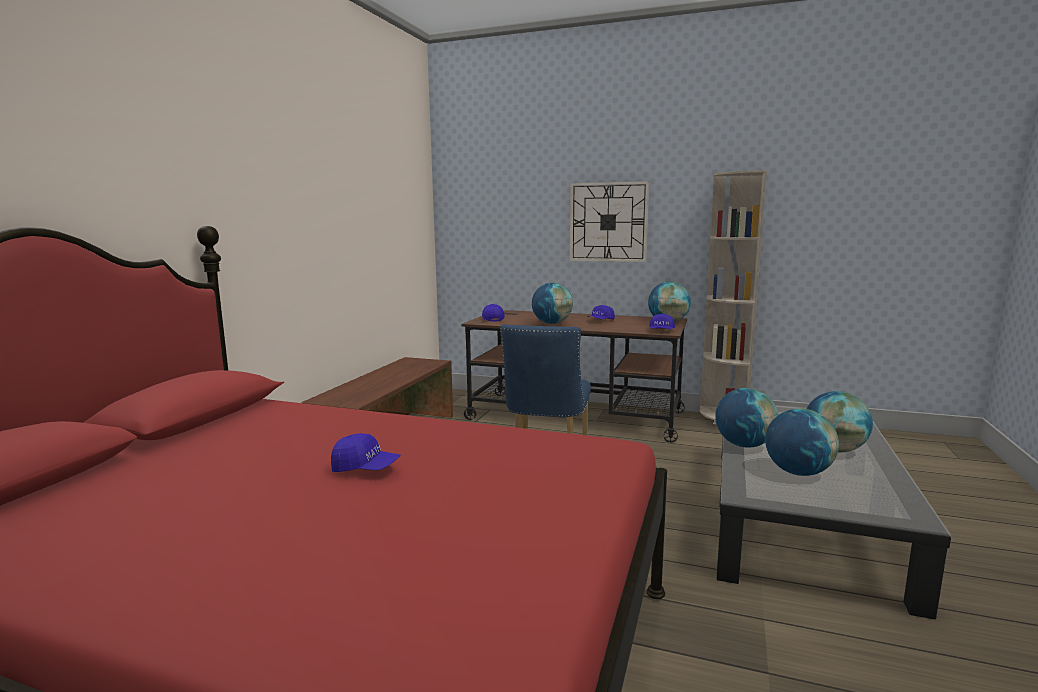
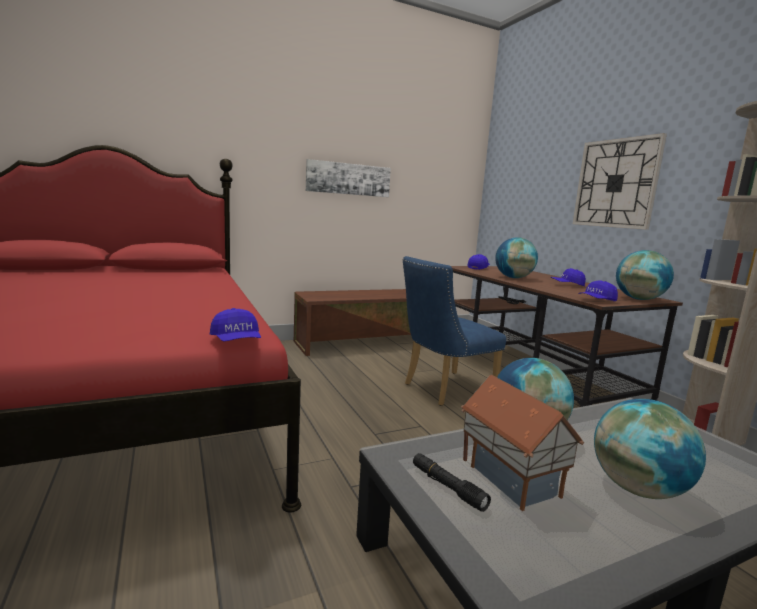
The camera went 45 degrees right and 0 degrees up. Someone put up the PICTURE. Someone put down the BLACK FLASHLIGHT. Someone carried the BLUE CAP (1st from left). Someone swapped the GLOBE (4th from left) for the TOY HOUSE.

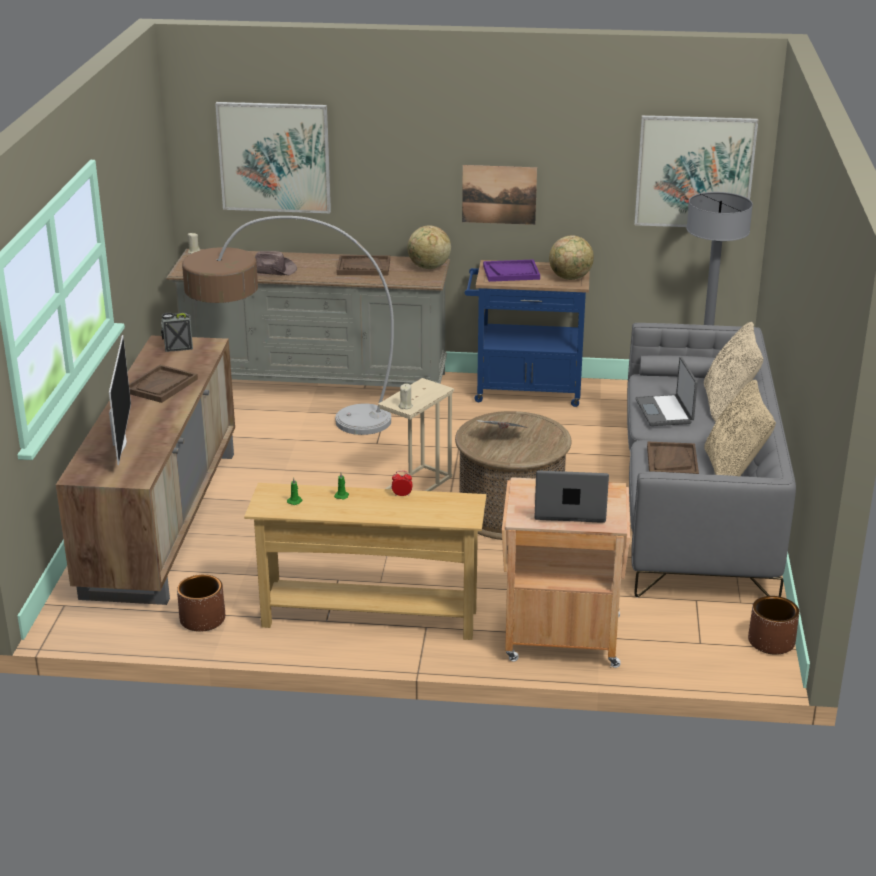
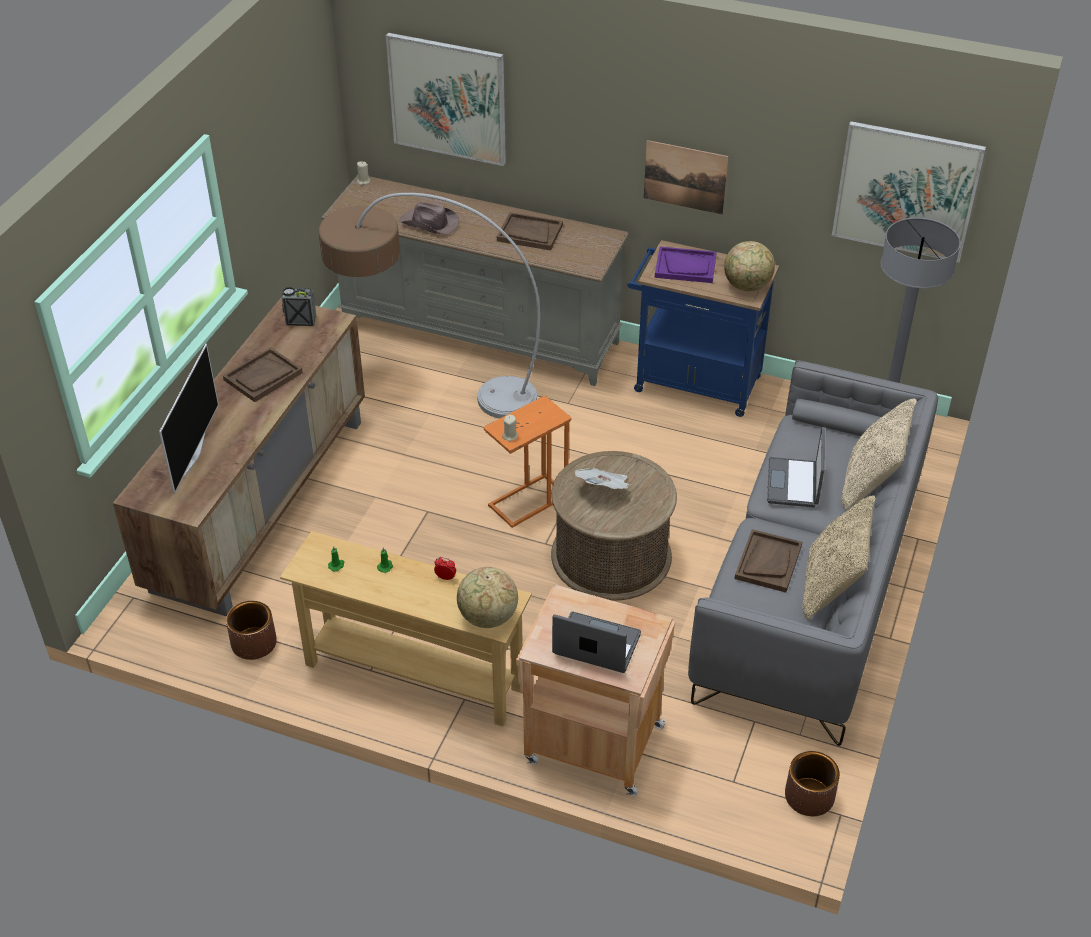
The camera went 15 degrees right and 15 degrees up. Someone carried the GLOBE (1st from left). Someone repainted the BEIGE SIDE TABLE, which became the ORANGE SIDE TABLE.

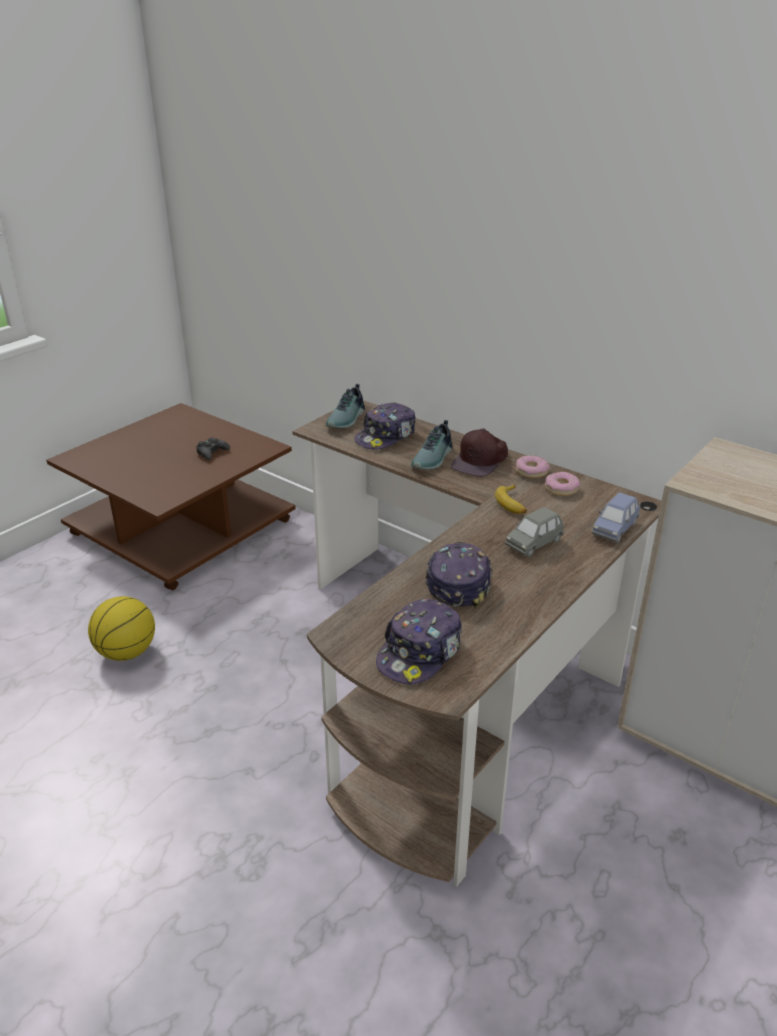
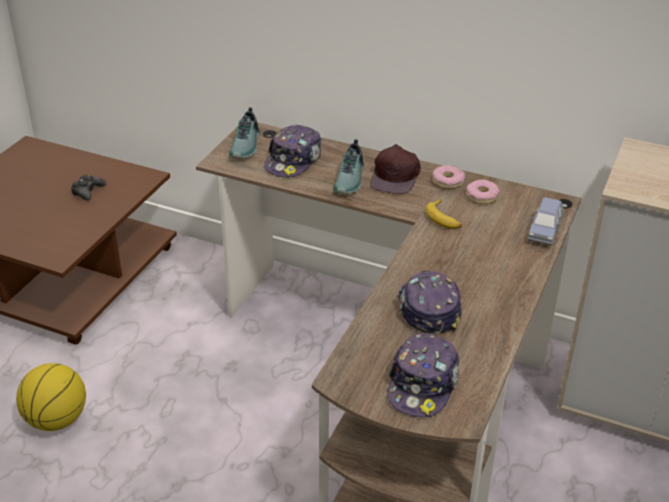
The camera went 15 degrees left and 5 degrees up. Someone took away the GREY TOY CAR.

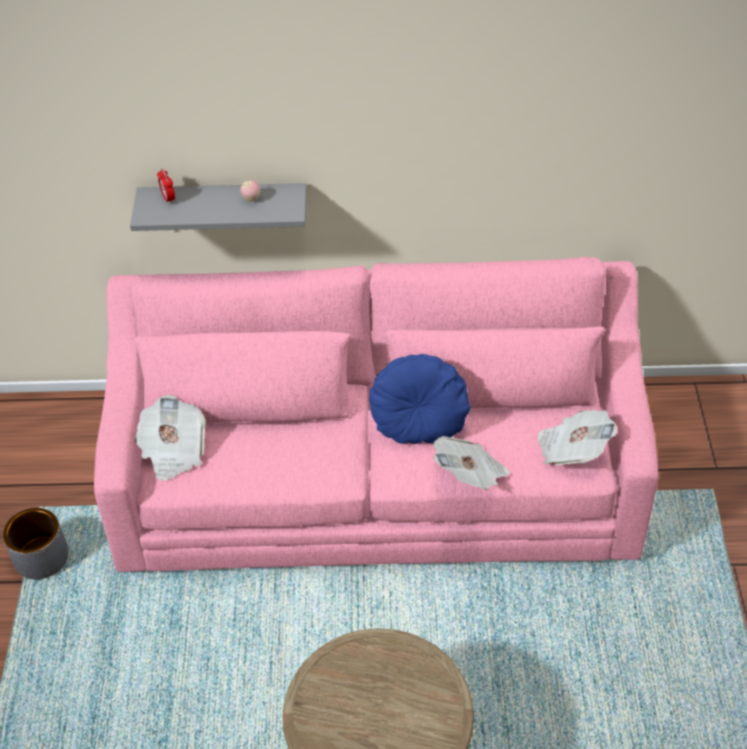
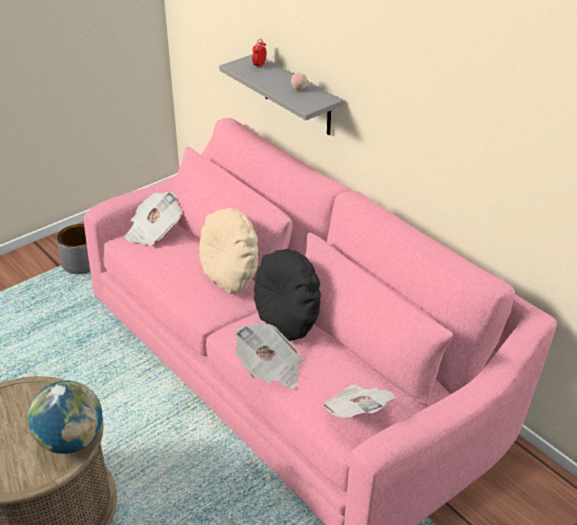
The camera went 50 degrees right and 10 degrees down. Someone put down the GLOBE. Someone put down the BEIGE PILLOW. Someone repainted the BLUE PILLOW, which became the BLACK PILLOW.

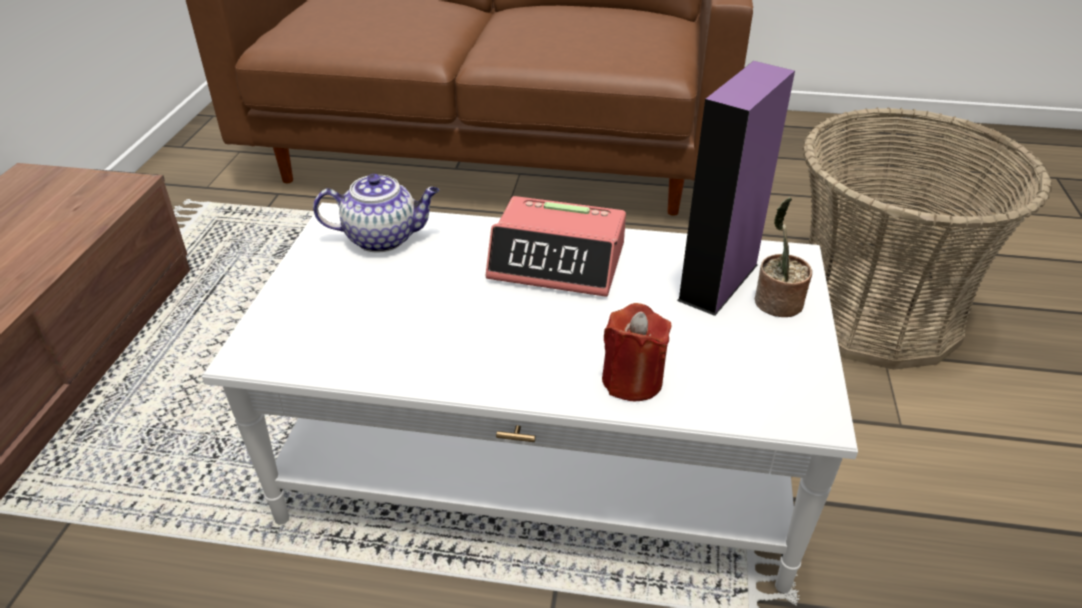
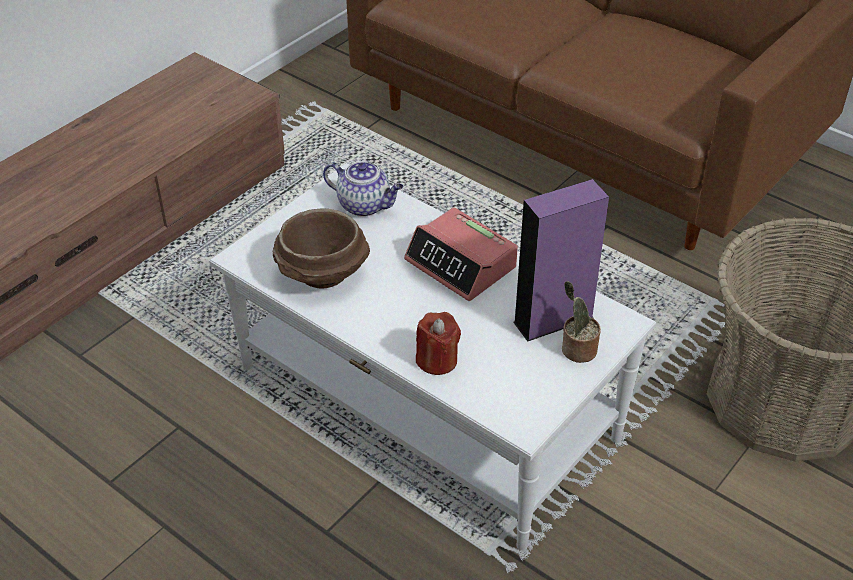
The camera went 30 degrees right and 5 degrees up. Someone put down the BROWN BOWL.

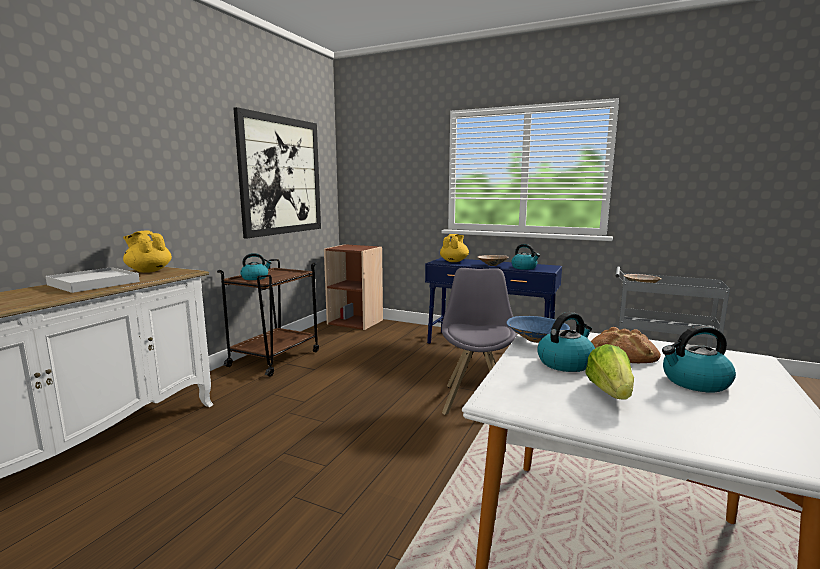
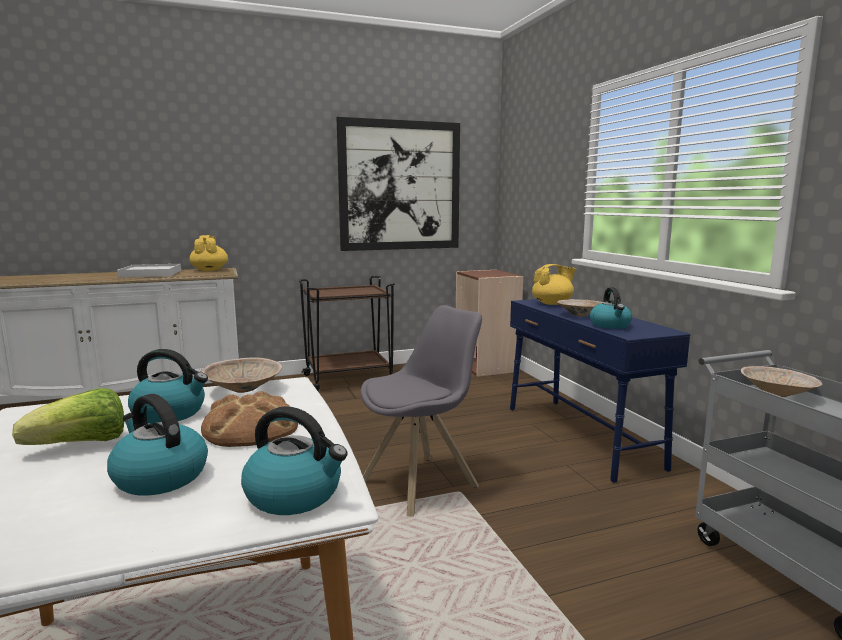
The camera went 45 degrees right and 0 degrees up. Someone carried the KETTLE (1st from left in the first image). Someone repainted the BLUE BOWL, which became the BEIGE BOWL (1st from left).

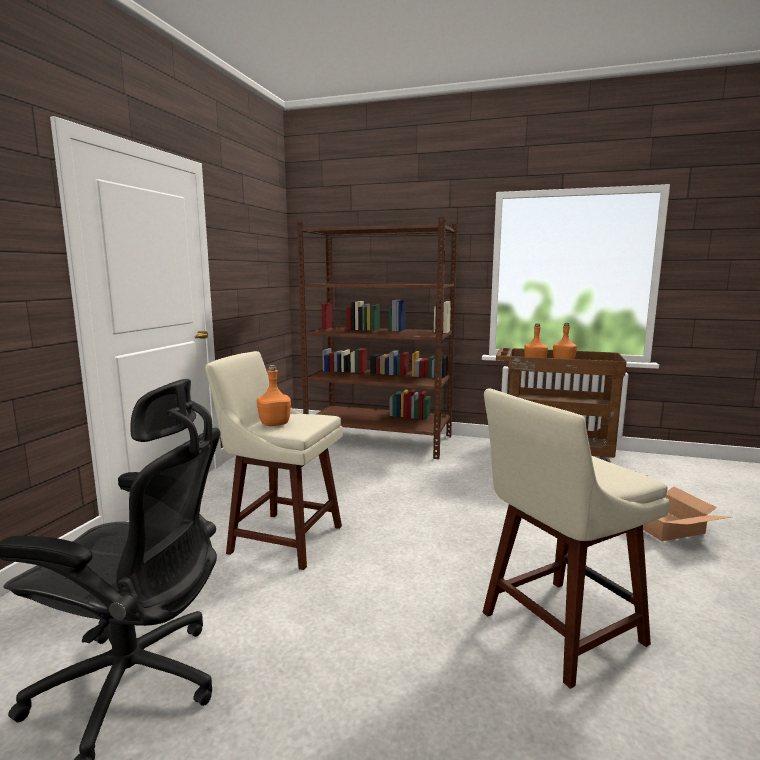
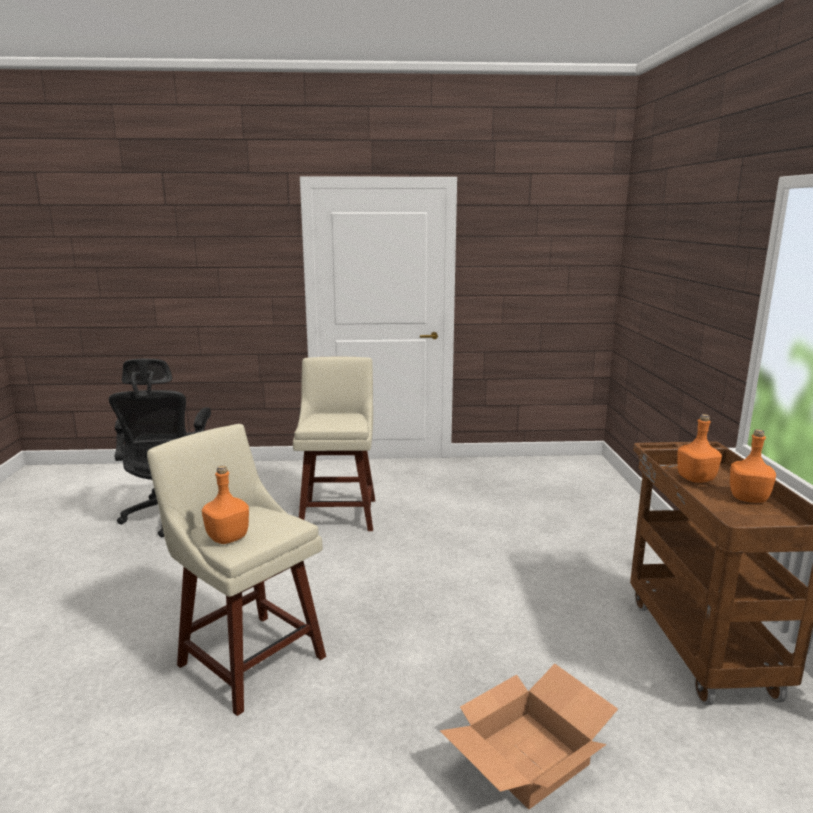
The camera went 70 degrees right and 5 degrees up. Someone took away the BROWN BOOKCASE. Someone carried the ORANGE BOTTLE (1st from left).

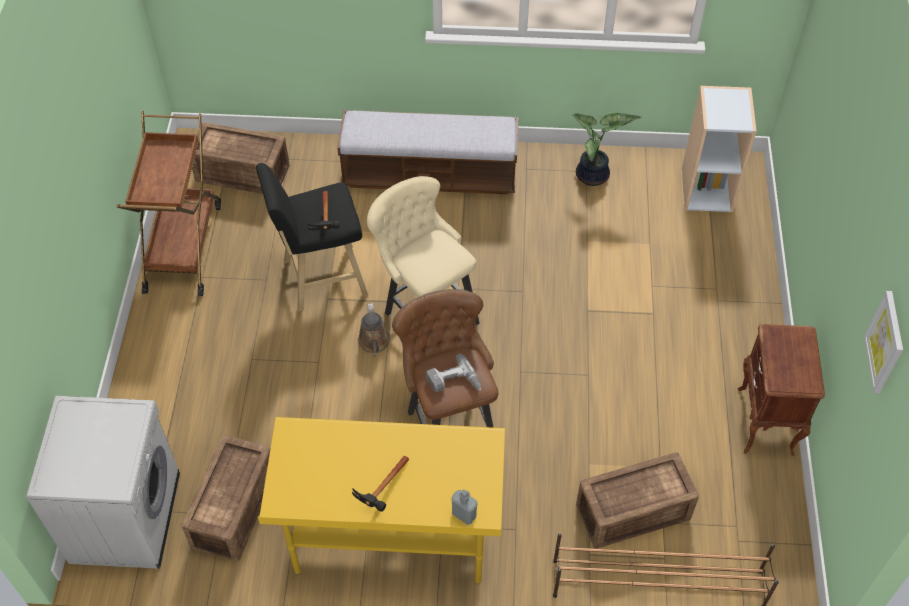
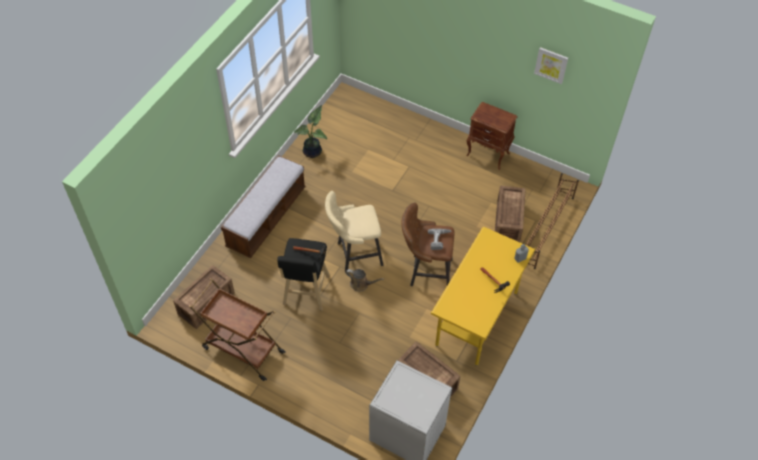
The camera went 65 degrees left and 0 degrees up. Someone took away the BOOKCASE.

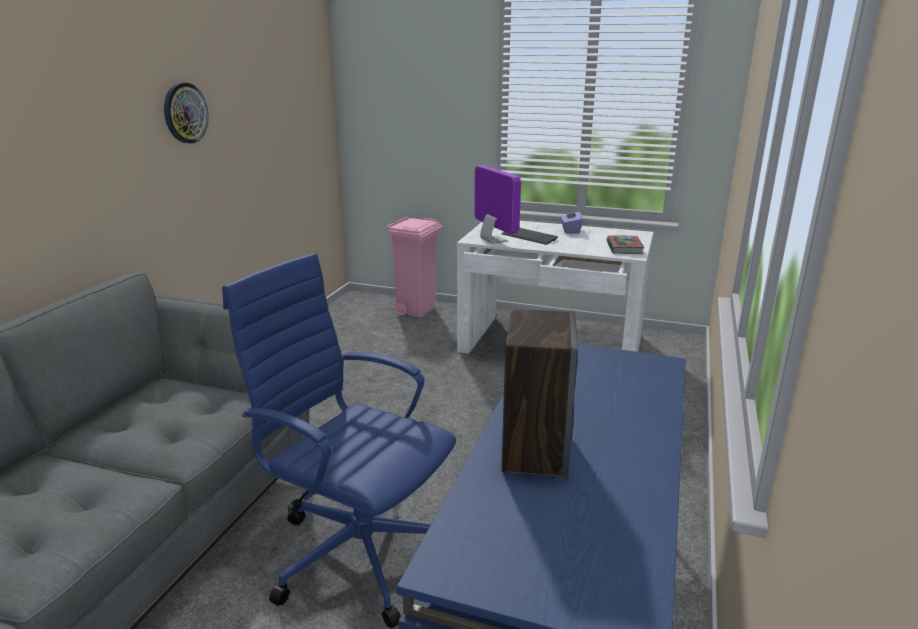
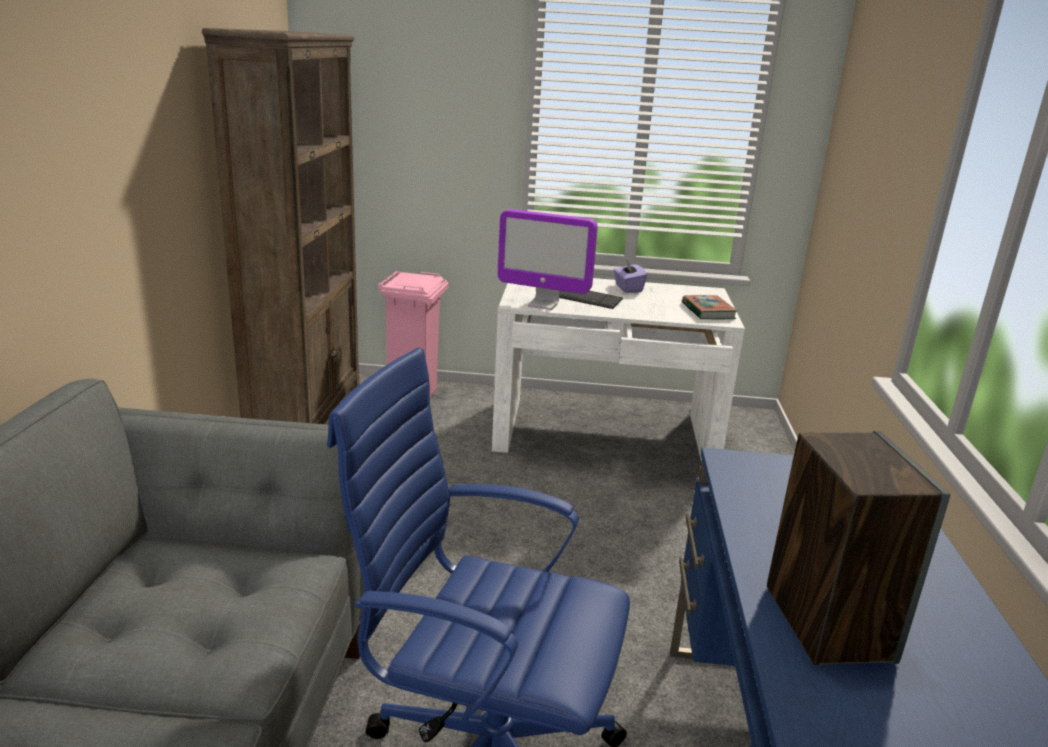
The camera went 15 degrees left and 0 degrees up. Someone took away the WALL CLOCK. Someone put down the BROWN BOOKCASE. Someone rotated the MONITOR by 150 degrees clockwise.

